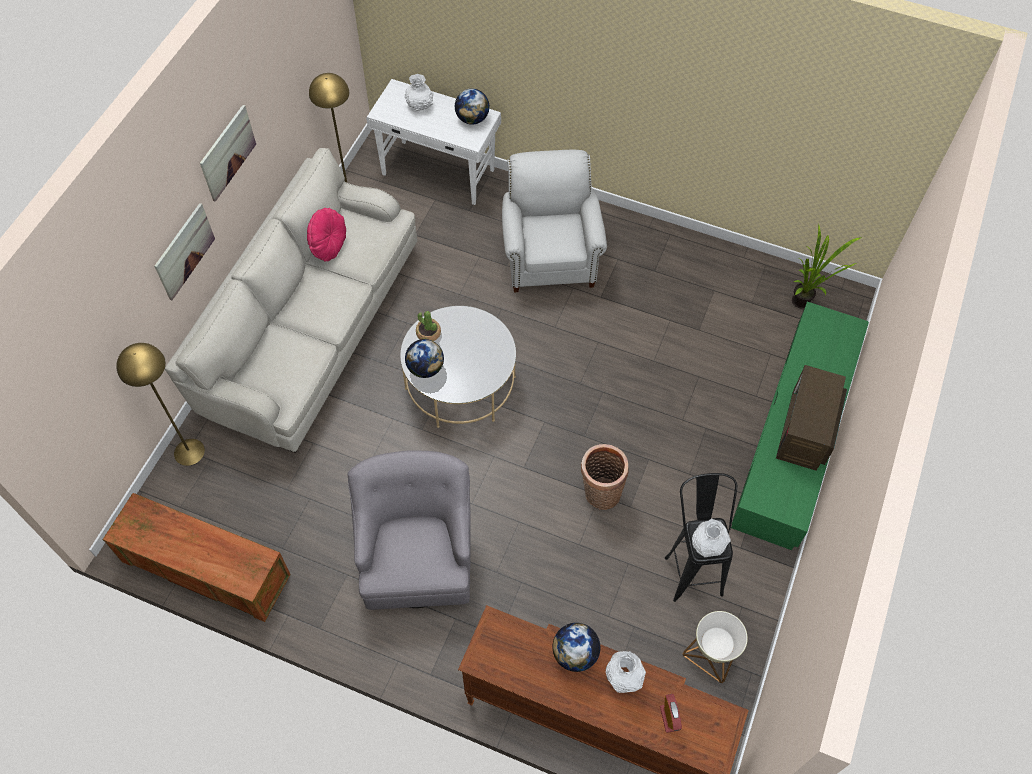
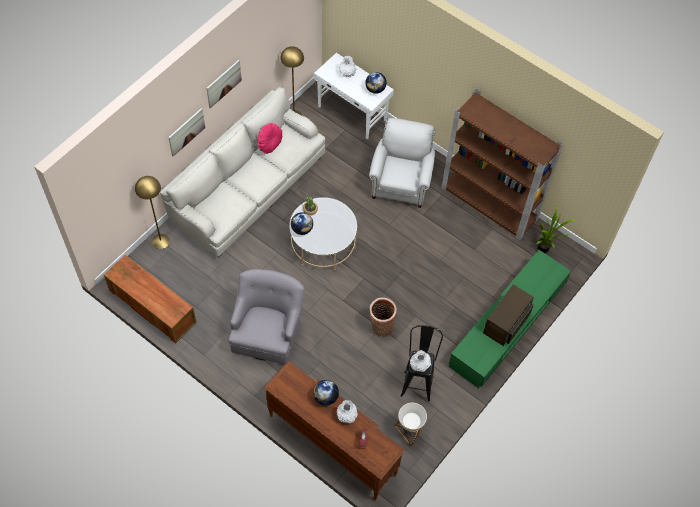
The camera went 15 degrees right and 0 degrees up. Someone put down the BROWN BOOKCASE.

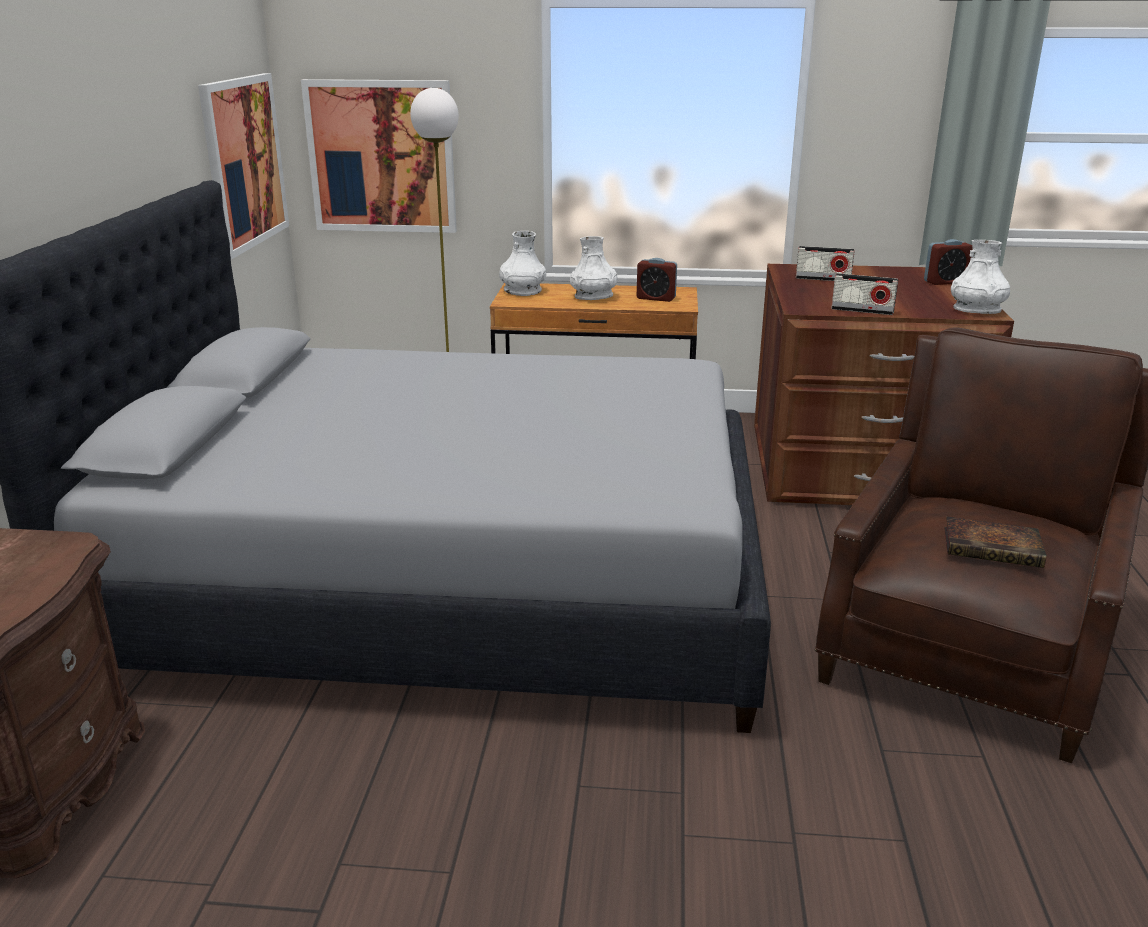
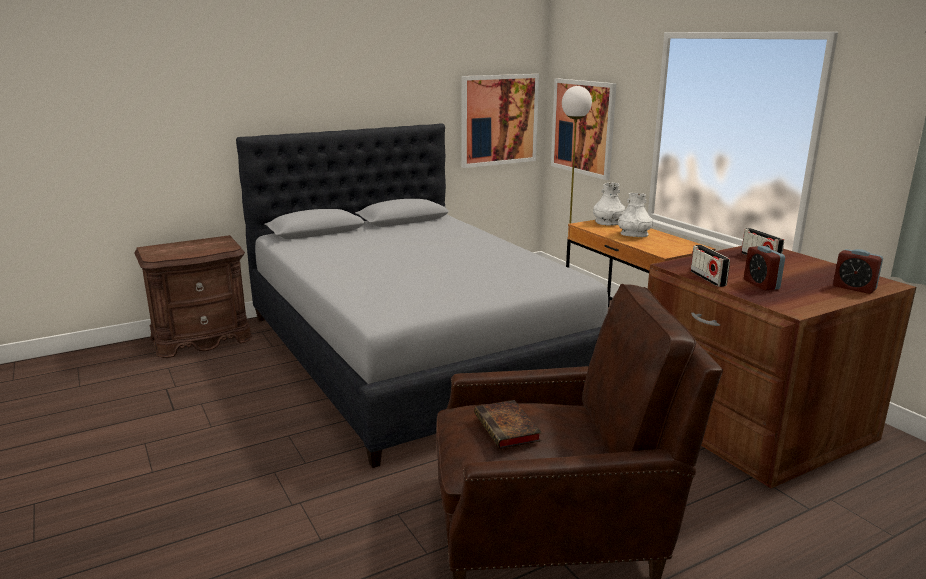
The camera went 55 degrees right and 5 degrees down. Someone took away the WHITE VASE (3rd from left). Someone carried the ALARM CLOCK (1st from left).

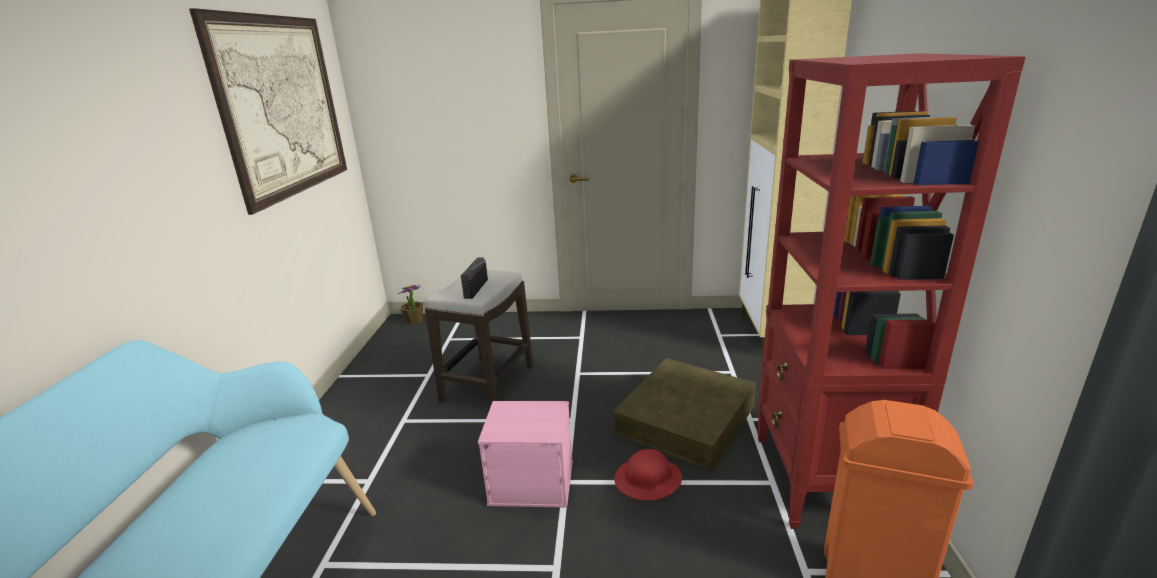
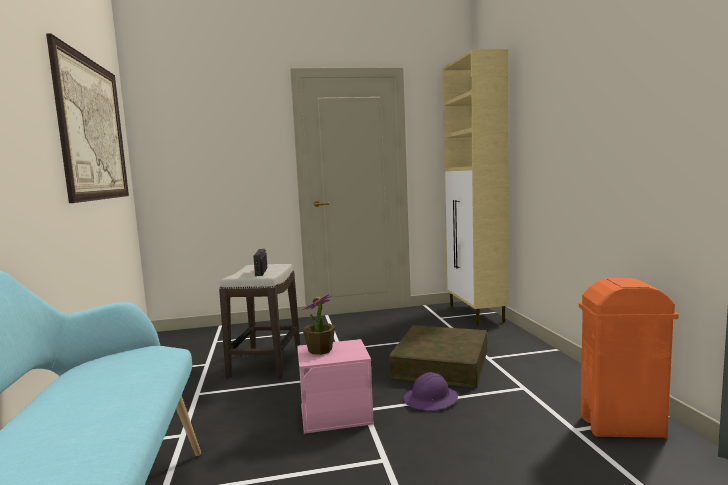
The camera went 15 degrees left and 15 degrees down. Someone took away the RED BOOKCASE. Someone carried the POTTED PLANT. Someone repainted the RED HARD HAT, which became the PURPLE HARD HAT.

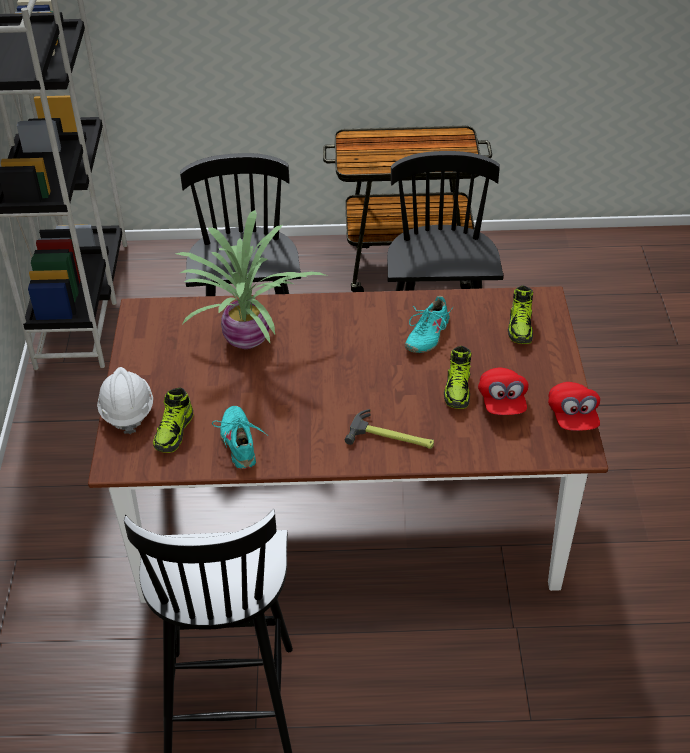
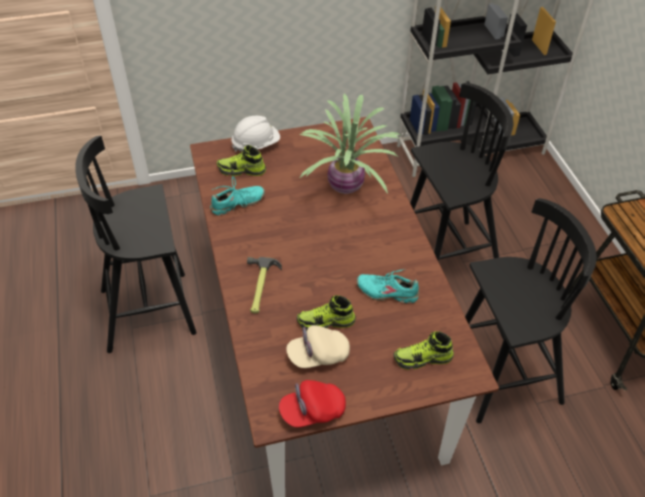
The camera went 75 degrees right and 5 degrees up. Someone repainted the RED CAP (1st from left), which became the BEIGE CAP.

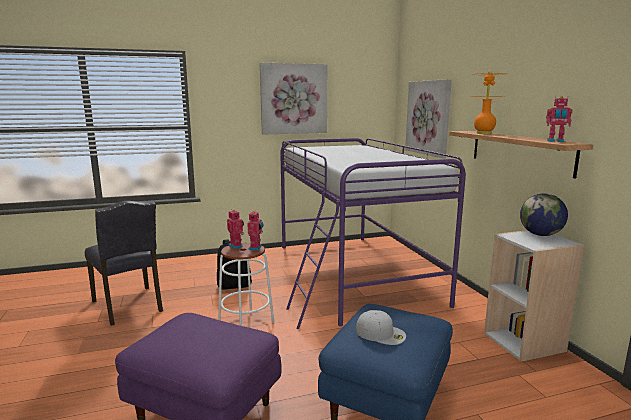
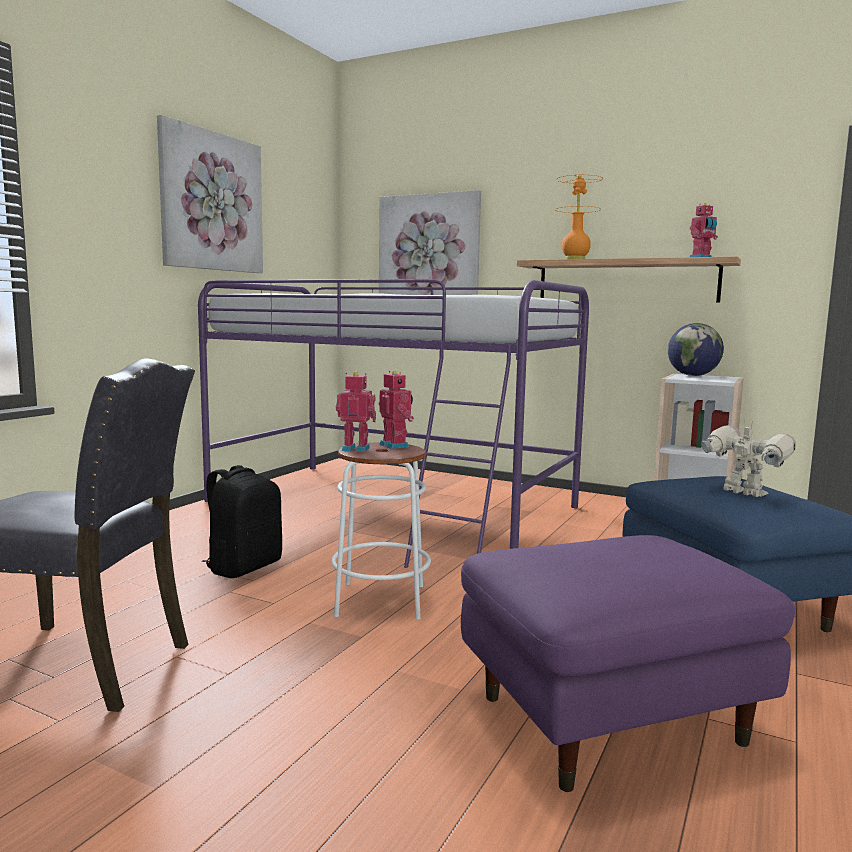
The camera went 45 degrees left and 5 degrees down. Someone swapped the WHITE CAP for the TOY ROBOT (4th from left).

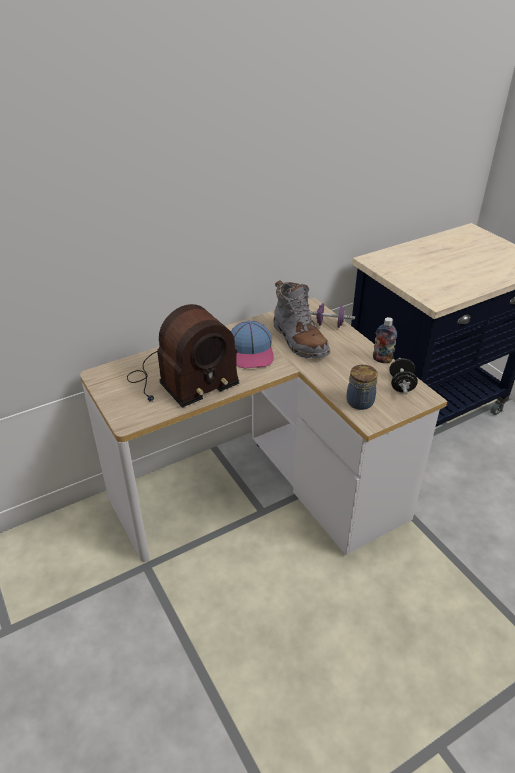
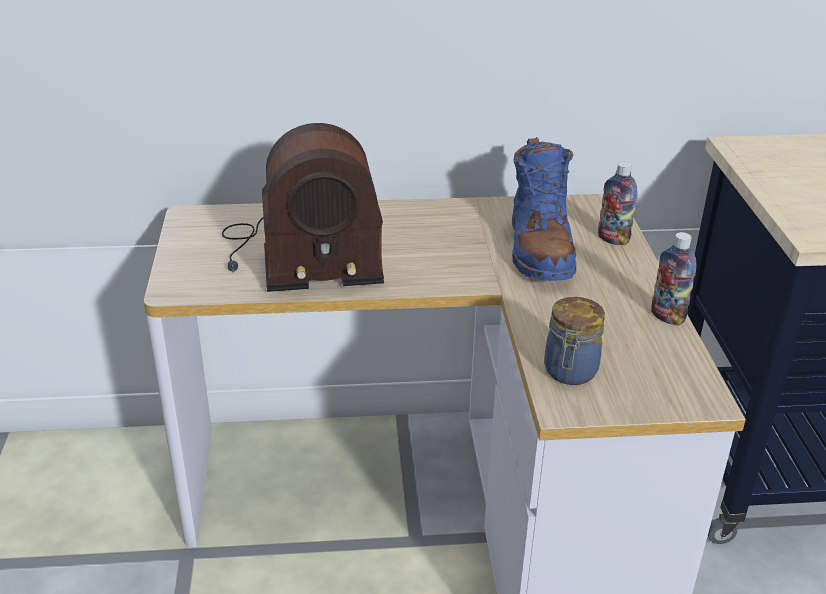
The camera went 25 degrees right and 5 degrees down. Someone took away the CAP. Someone took away the BLACK DUMBBELL. Someone swapped the PURPLE DUMBBELL for the BOTTLE (1st from left). Someone repainted the GREY BOOT, which became the BLUE BOOT.

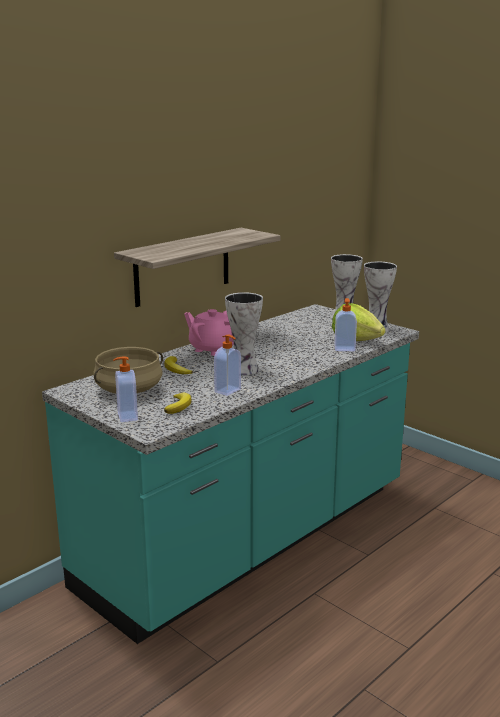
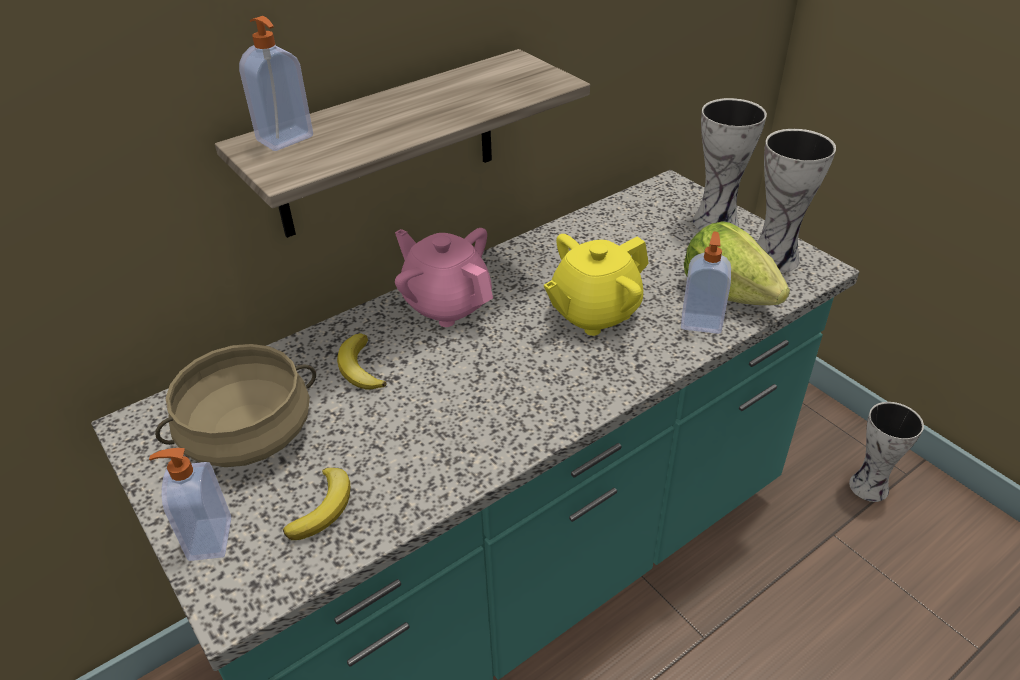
The camera went 10 degrees right and 20 degrees up. Someone put down the YELLOW TEAPOT. Someone carried the SOAP DISPENSER (2nd from left). Someone carried the VASE (1st from left in the first image).

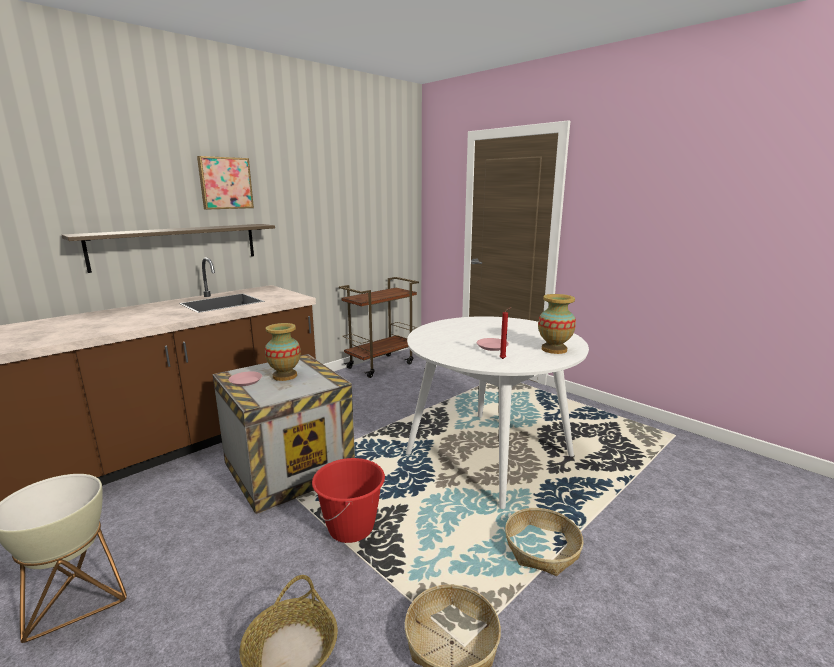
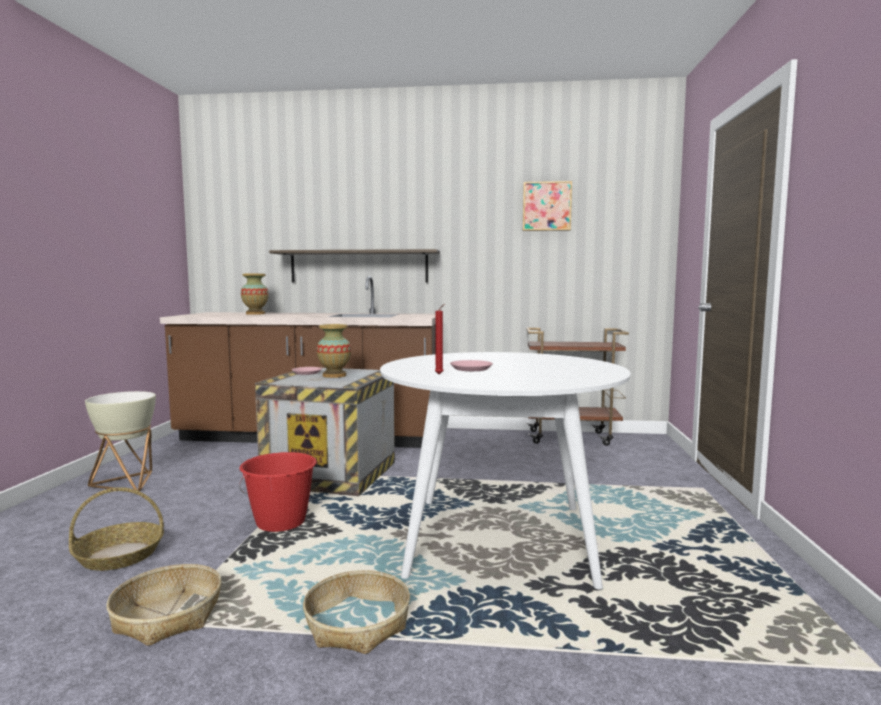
The camera went 50 degrees right and 10 degrees down. Someone carried the PICTURE. Someone carried the VASE (2nd from left in the first image).

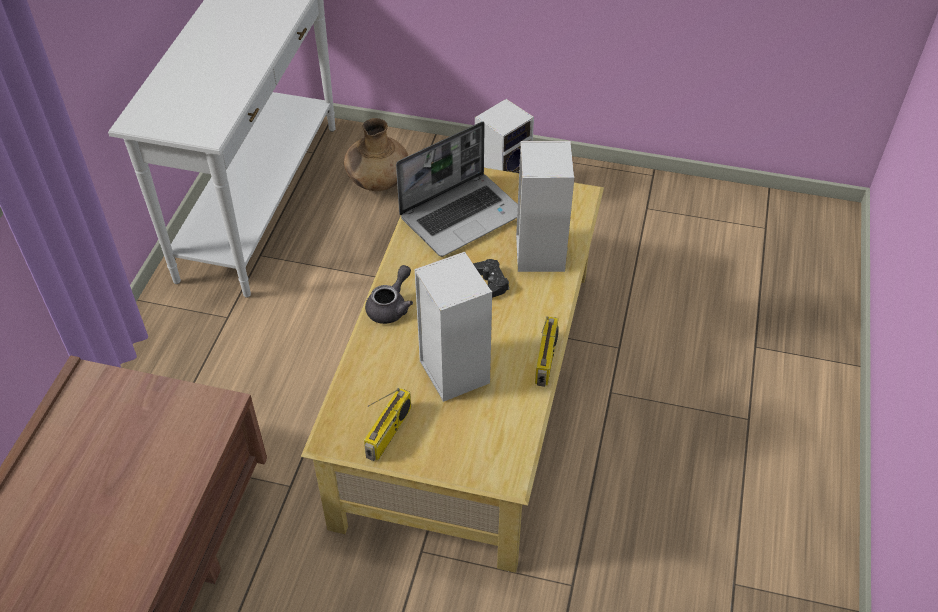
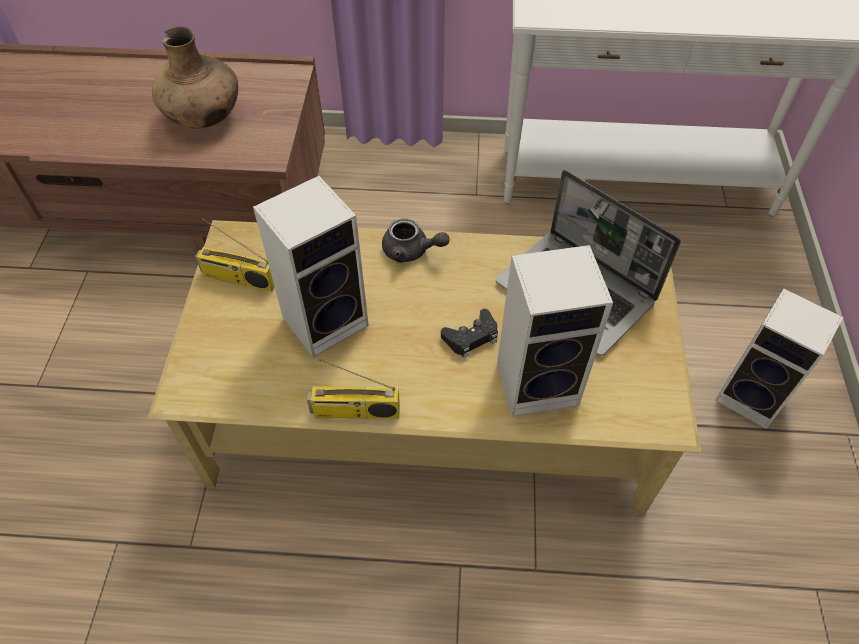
The camera went 80 degrees right and 5 degrees up. Someone carried the BROWN VASE.

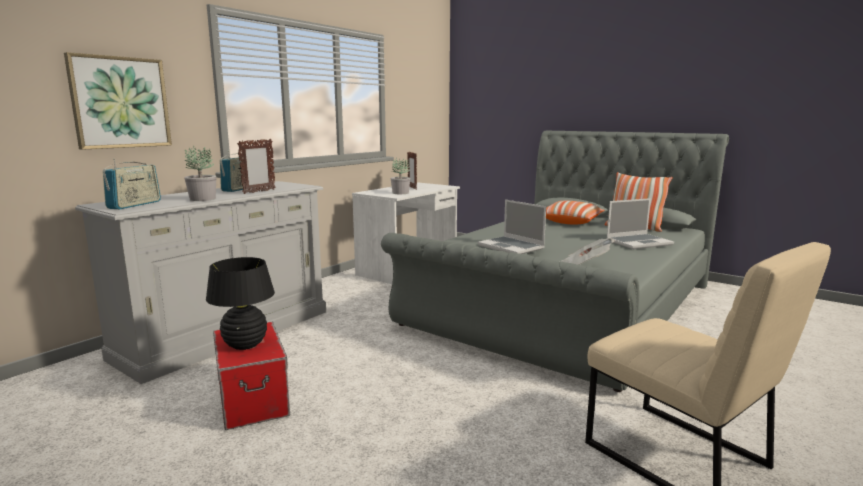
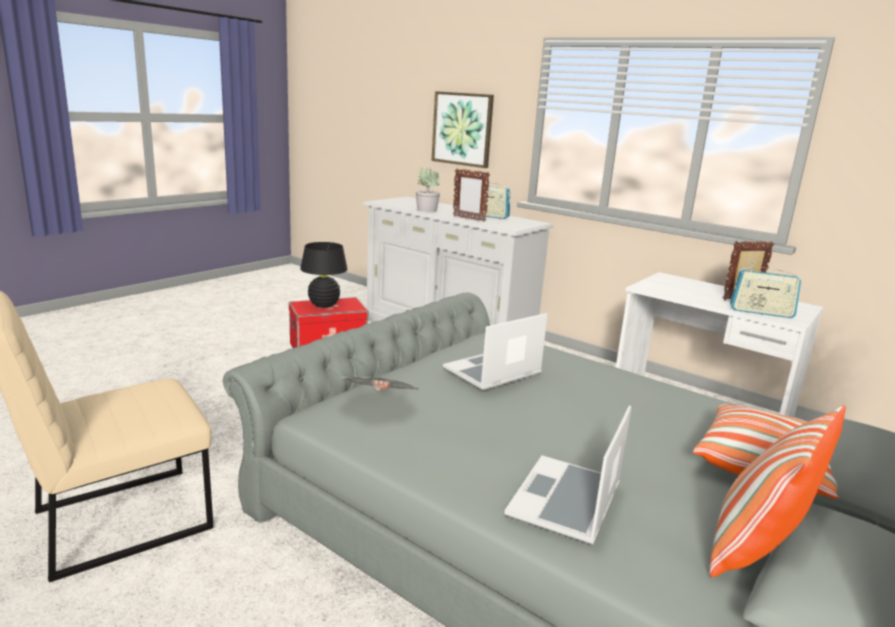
The camera went 90 degrees right and 5 degrees up. Someone took away the POTTED PLANT (2nd from left). Someone carried the RADIO (1st from left in the first image). Someone rotated the LAPTOP (2nd from left) by 45 degrees clockwise.

